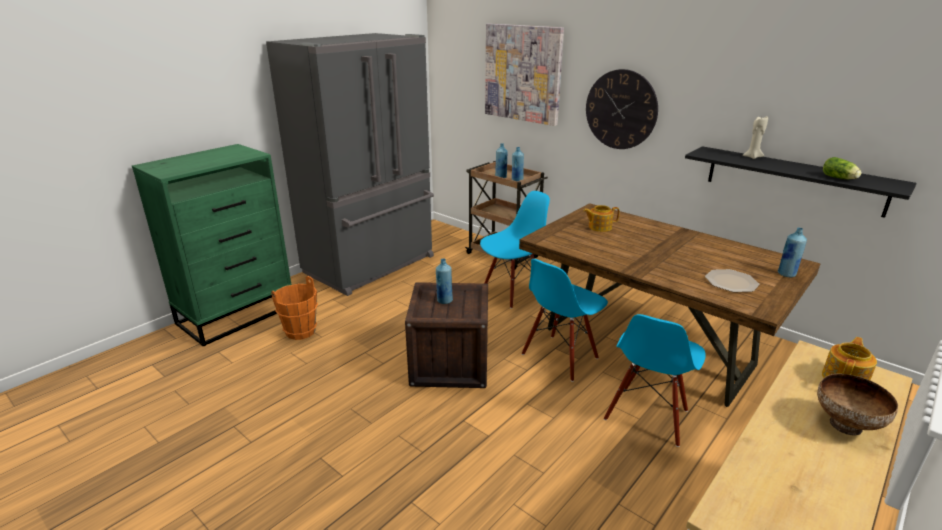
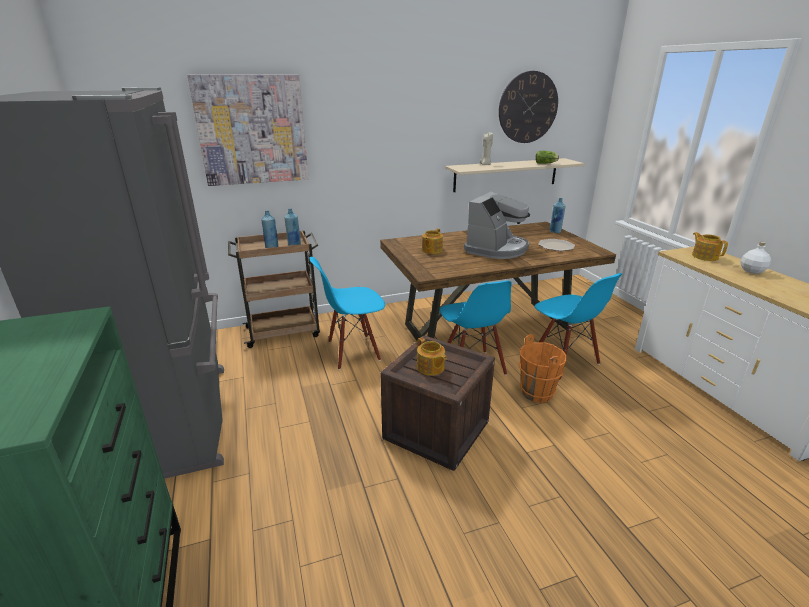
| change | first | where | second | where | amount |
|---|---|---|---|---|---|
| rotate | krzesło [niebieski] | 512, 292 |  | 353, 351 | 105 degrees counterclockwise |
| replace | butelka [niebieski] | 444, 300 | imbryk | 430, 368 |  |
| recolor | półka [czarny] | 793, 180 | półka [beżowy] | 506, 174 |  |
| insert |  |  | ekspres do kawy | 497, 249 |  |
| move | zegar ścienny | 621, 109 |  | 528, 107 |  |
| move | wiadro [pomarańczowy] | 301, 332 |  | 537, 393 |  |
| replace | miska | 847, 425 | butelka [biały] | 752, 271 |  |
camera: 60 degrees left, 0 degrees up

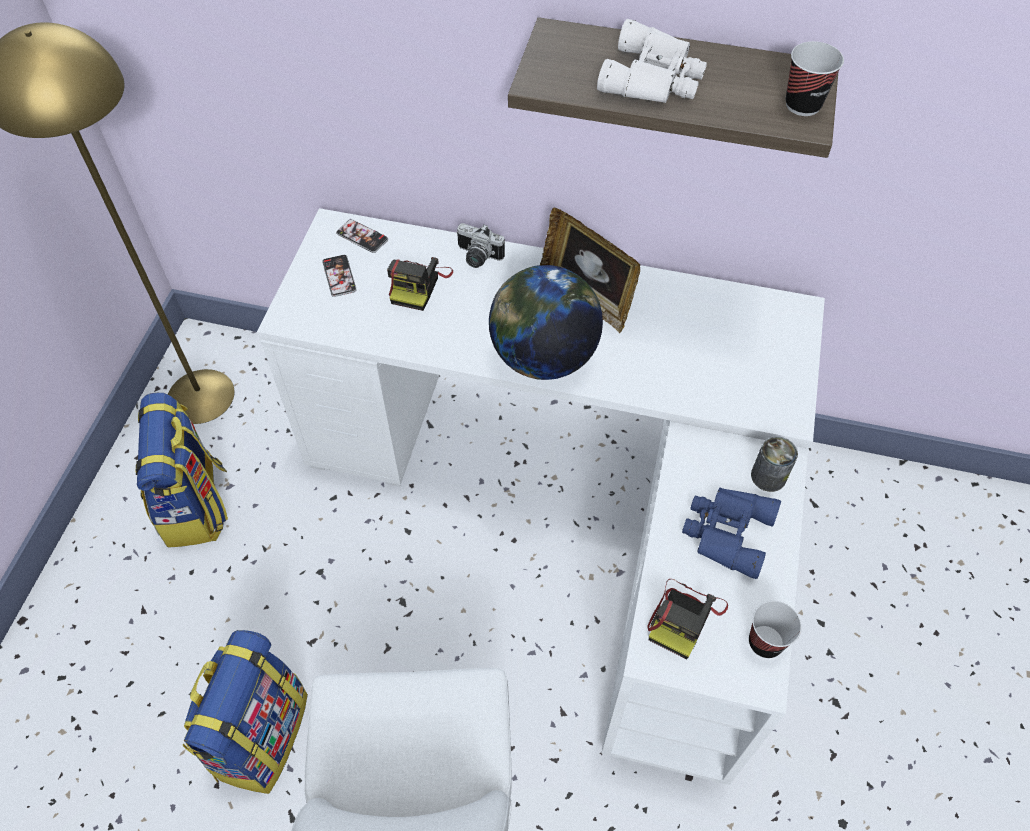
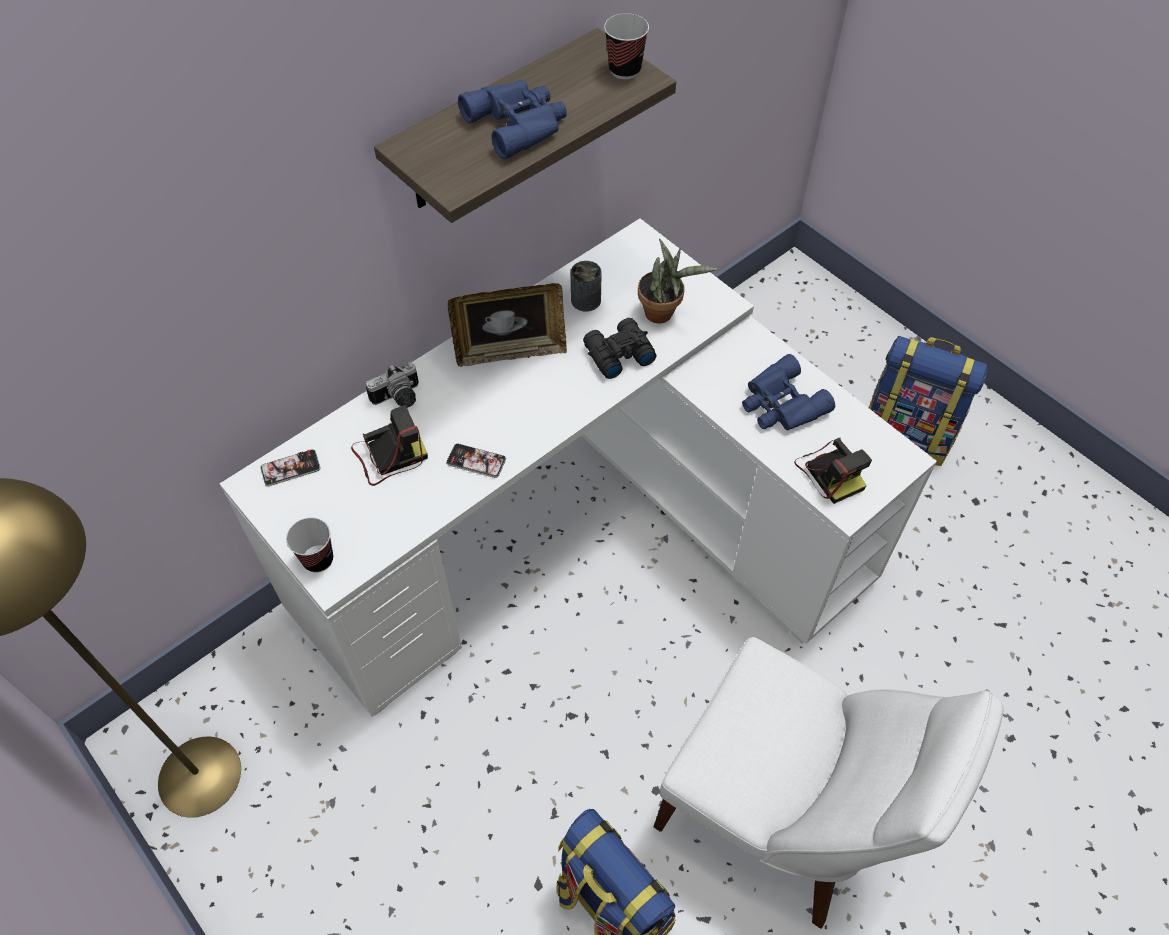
| change | first | where | second | where | amount |
|---|---|---|---|---|---|
| move | filiżanka | 765, 642 |  | 318, 559 |  |
| rotate | aparat fotograficzny | 419, 285 |  | 389, 456 | 75 degrees counterclockwise |
| move | telefon | 339, 276 |  | 476, 461 |  |
| recolor | lornetka [biały] | 654, 78 | lornetka [niebieski] | 519, 123 |  |
| move | puszka | 768, 476 |  | 586, 300 |  |
| insert |  |  | lornetka [czarny] | 617, 354 |  |
| insert |  |  | roślina doniczkowa | 663, 313 |  |
| move | plecak | 196, 505 |  | 907, 434 |  |
| delete | globus | 543, 357 |  |  |  |
camera: 55 degrees left, 0 degrees up

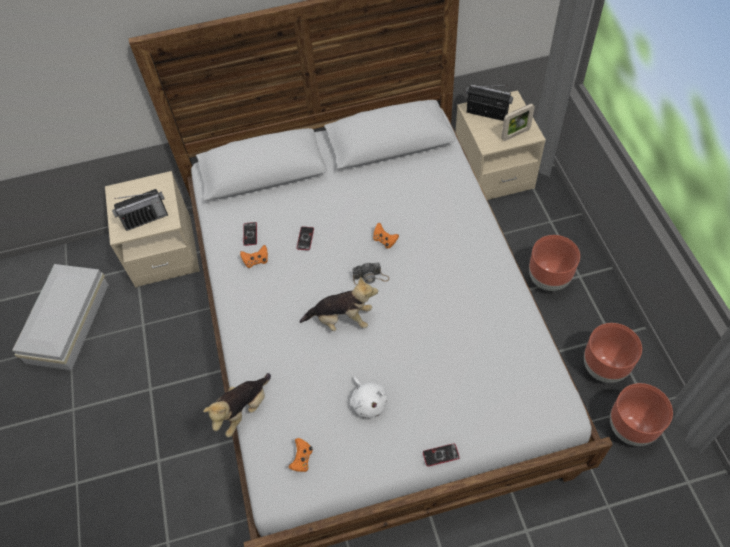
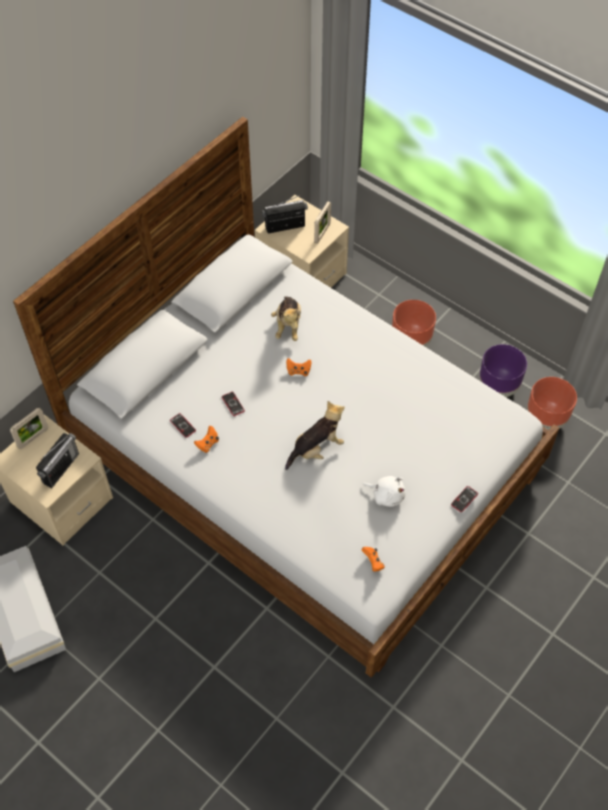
| change | first | where | second | where | amount |
|---|---|---|---|---|---|
| insert |  |  | ramka na zdjęcie | 33, 438 |  |
| move | pluszak | 243, 410 |  | 288, 325 |  |
| recolor | donica [brązowy] | 604, 367 | donica [fioletowy] | 498, 387 |  |
| delete | aparat fotograficzny | 370, 277 |  |  |  |
camera: 40 degrees left, 0 degrees up

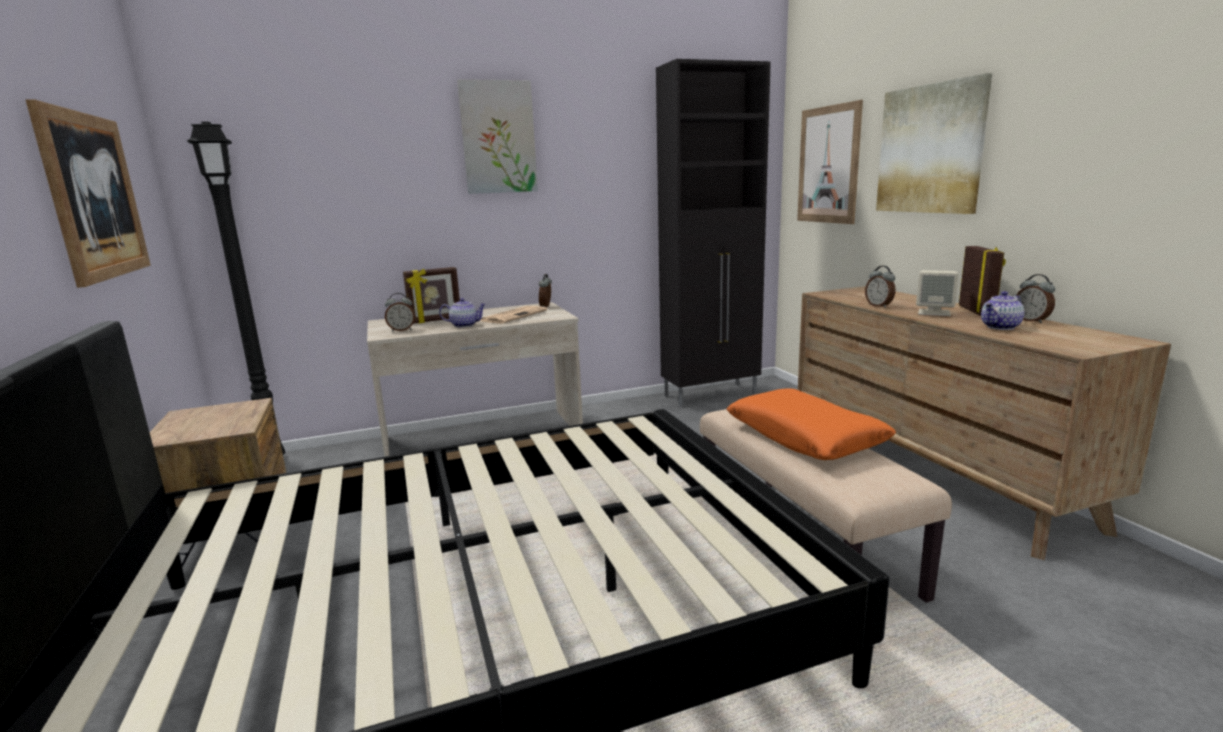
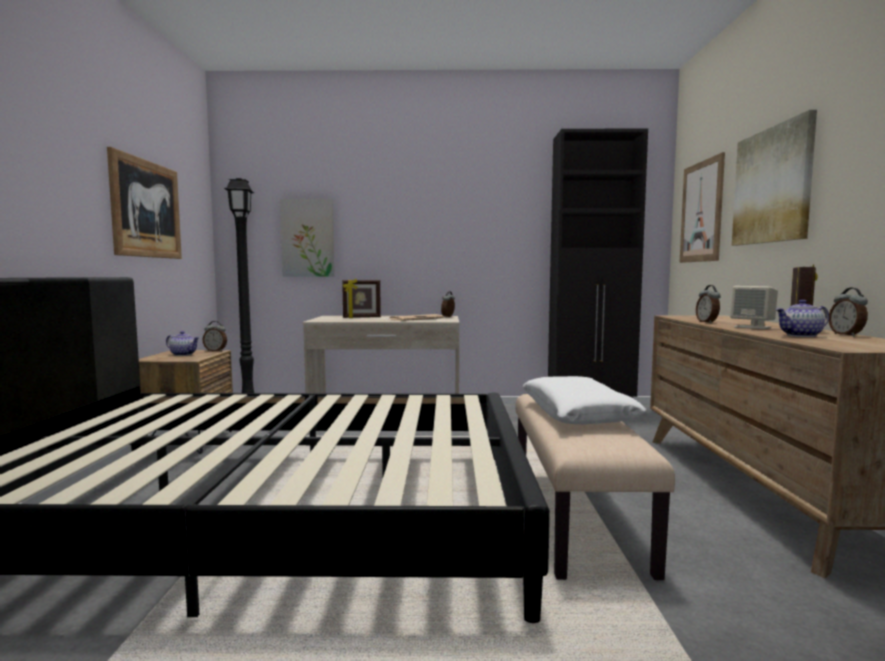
| change | first | where | second | where | amount |
|---|---|---|---|---|---|
| move | imbryk | 465, 325 |  | 184, 354 |  |
| move | budzik | 402, 330 |  | 215, 351 |  |
| move | obraz | 498, 138 |  | 308, 238 |  |
| recolor | poduszka [pomarańczowy] | 805, 437 | poduszka [biały] | 577, 413 |  |
camera: 20 degrees right, 10 degrees down

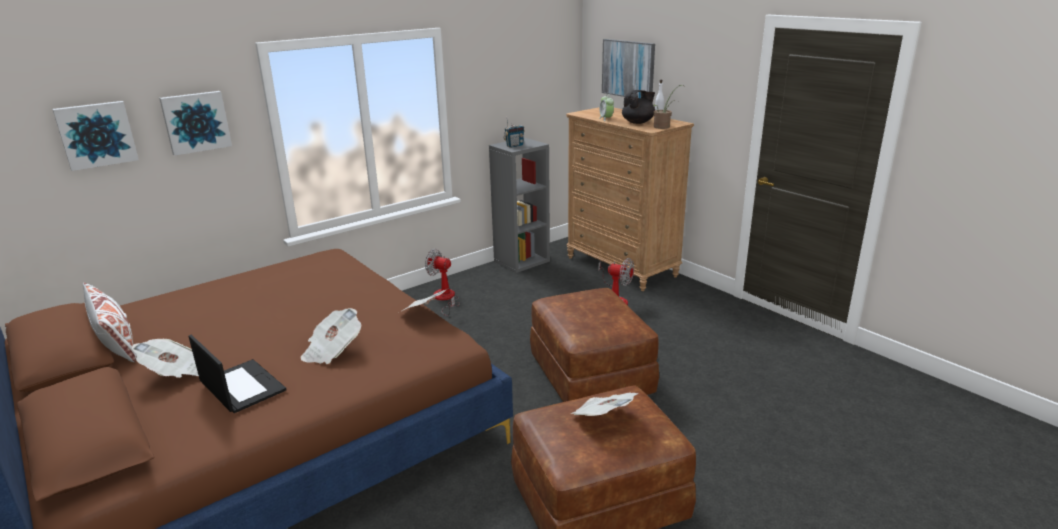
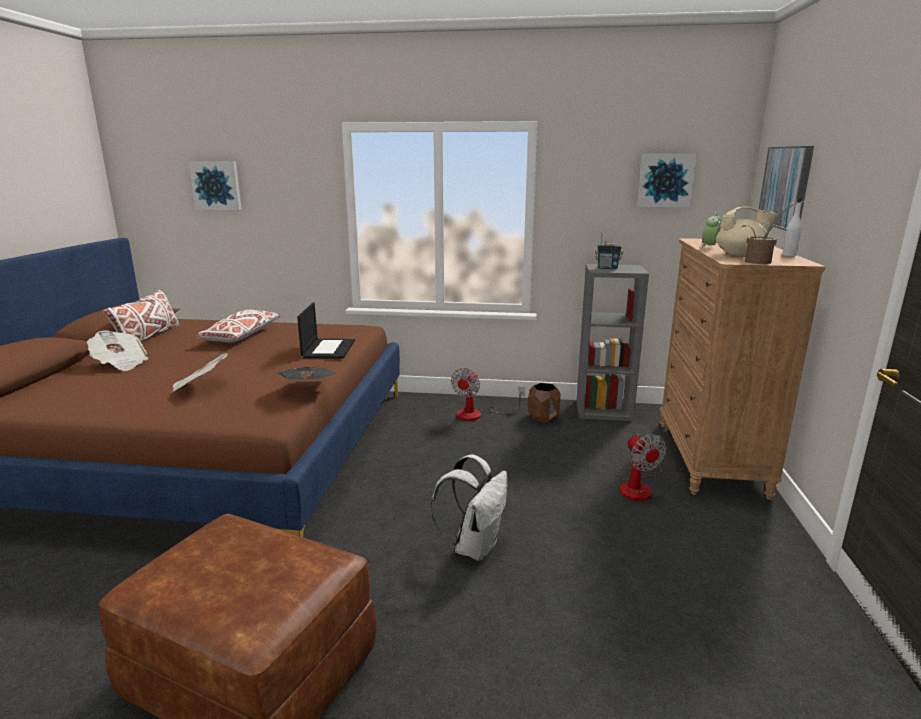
| change | first | where | second | where | amount |
|---|---|---|---|---|---|
| insert |  |  | poduszka [biały] | 241, 336 |  |
| move | laptop | 241, 386 |  | 328, 349 |  |
| replace | pufa [brązowy] | 589, 375 | plecak [biały] | 474, 546 |  |
| rotate | wentylator | 445, 299 |  | 478, 414 | 135 degrees counterclockwise |
| insert |  |  | donica [brązowy] | 543, 418 |  |
| move | obraz | 196, 122 |  | 665, 180 |  |
| recolor | imbryk [czarny] | 638, 122 | imbryk [beżowy] | 740, 254 |  |
| delete | gazeta | 603, 418 |  |  |  |
camera: 45 degrees right, 5 degrees down

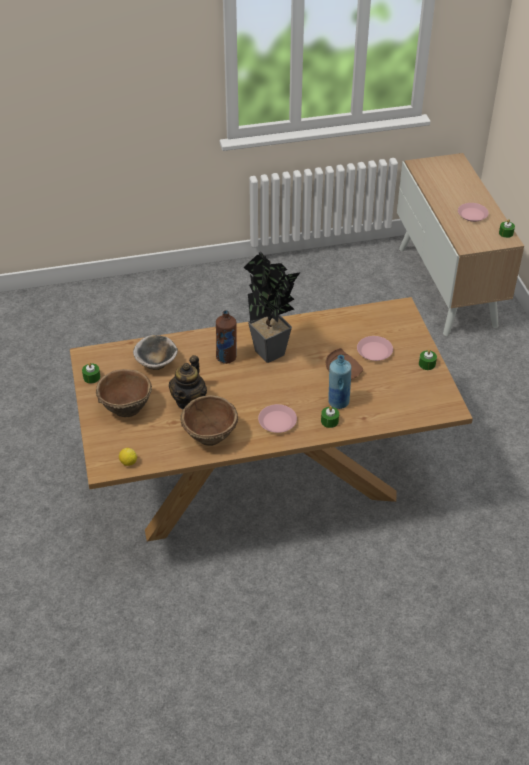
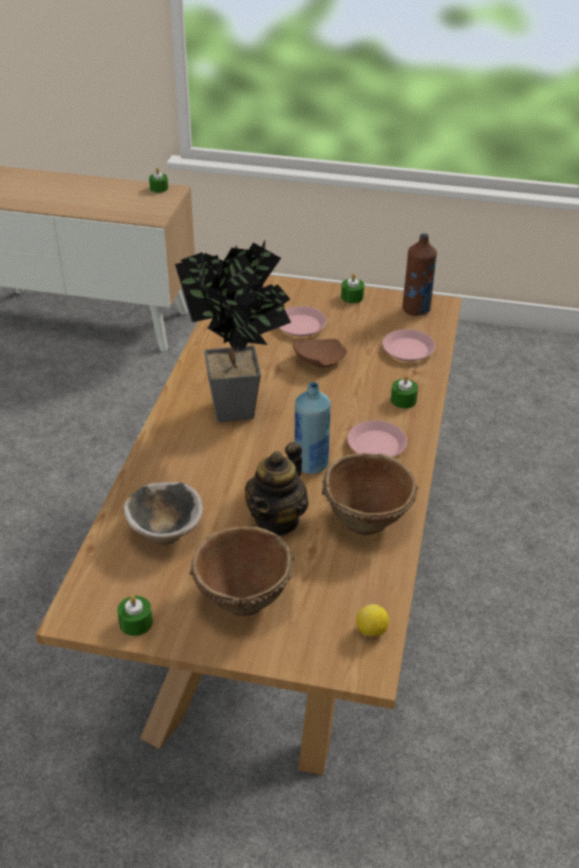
| change | first | where | second | where | amount |
|---|---|---|---|---|---|
| rotate | imbryk | 189, 401 |  | 277, 520 | 75 degrees clockwise |
| move | butelka [niebieski] | 338, 402 |  | 311, 465 |  |
| move | talerz [różowy] | 472, 215 |  | 408, 349 |  |
| move | butelka [brązowy] | 226, 357 |  | 416, 309 |  |
camera: 65 degrees left, 5 degrees down

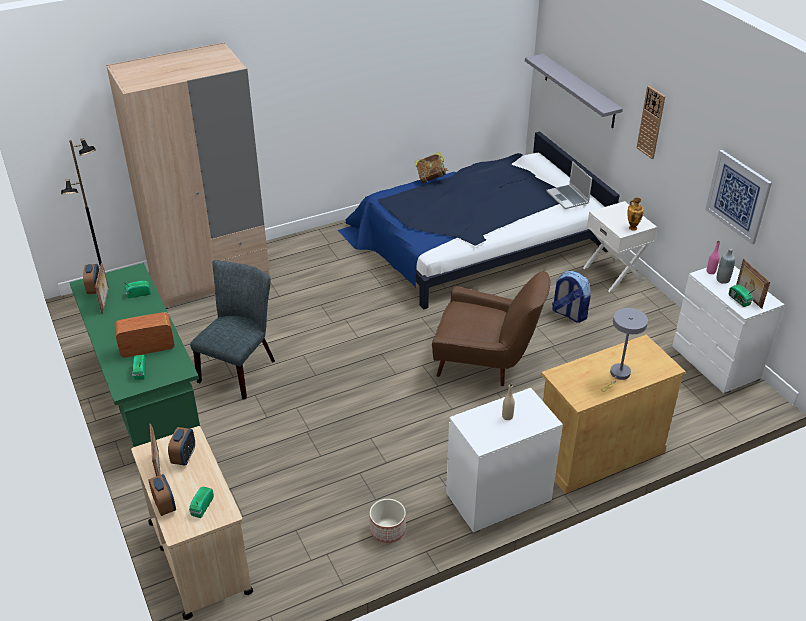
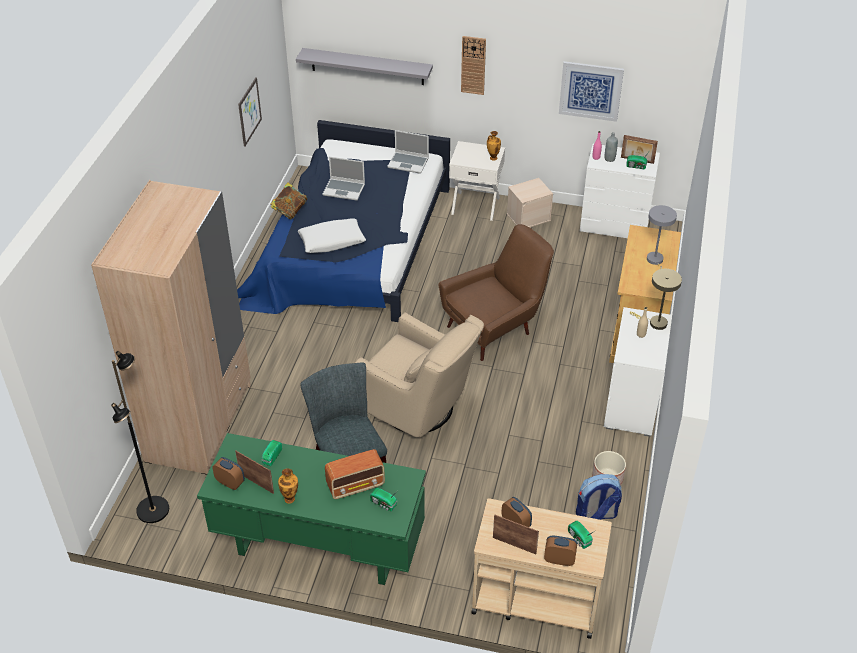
| change | first | where | second | where | amount |
|---|---|---|---|---|---|
| insert |  |  | obraz | 249, 111 |  |
| insert |  |  | wazon | 290, 498 |  |
| insert |  |  | poduszka [biały] | 332, 241 |  |
| insert |  |  | laptop | 344, 190 |  |
| rotate | radio | 147, 348 |  | 356, 485 | 135 degrees counterclockwise |
| insert |  |  | fotel [beżowy] | 420, 408 |  |
| insert |  |  | pojemnik do przechowywania [beżowy] | 528, 216 |  |
| move | plecak | 568, 314 |  | 596, 514 |  |
| insert |  |  | lampa stołowa [beżowy] | 655, 322 |  |
camera: 50 degrees left, 5 degrees up

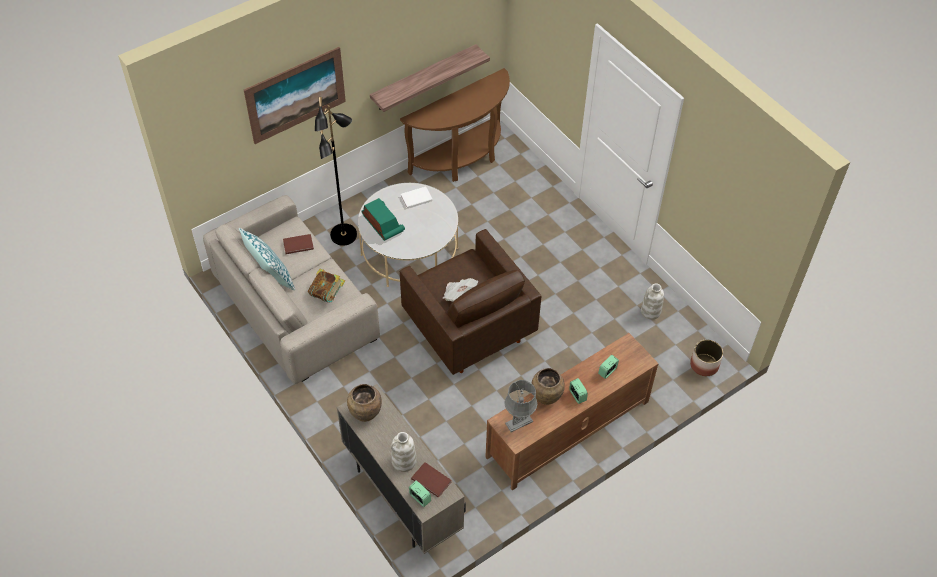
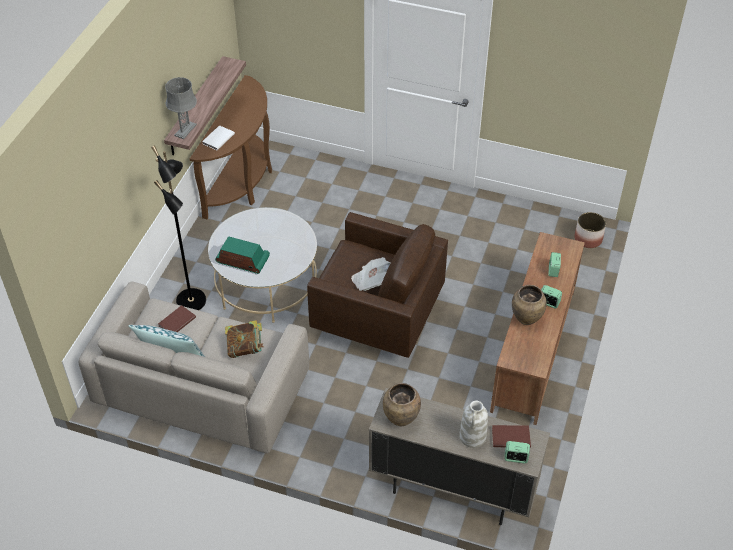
| change | first | where | second | where | amount |
|---|---|---|---|---|---|
| move | lampa stołowa [szary] | 519, 422 |  | 185, 130 |  |
| move | książka [biały] | 415, 198 |  | 217, 139 |  |
| delete | obraz | 296, 95 |  |  |  |
| delete | wazon [biały] | 650, 312 |  |  |  |
camera: 35 degrees left, 5 degrees down

